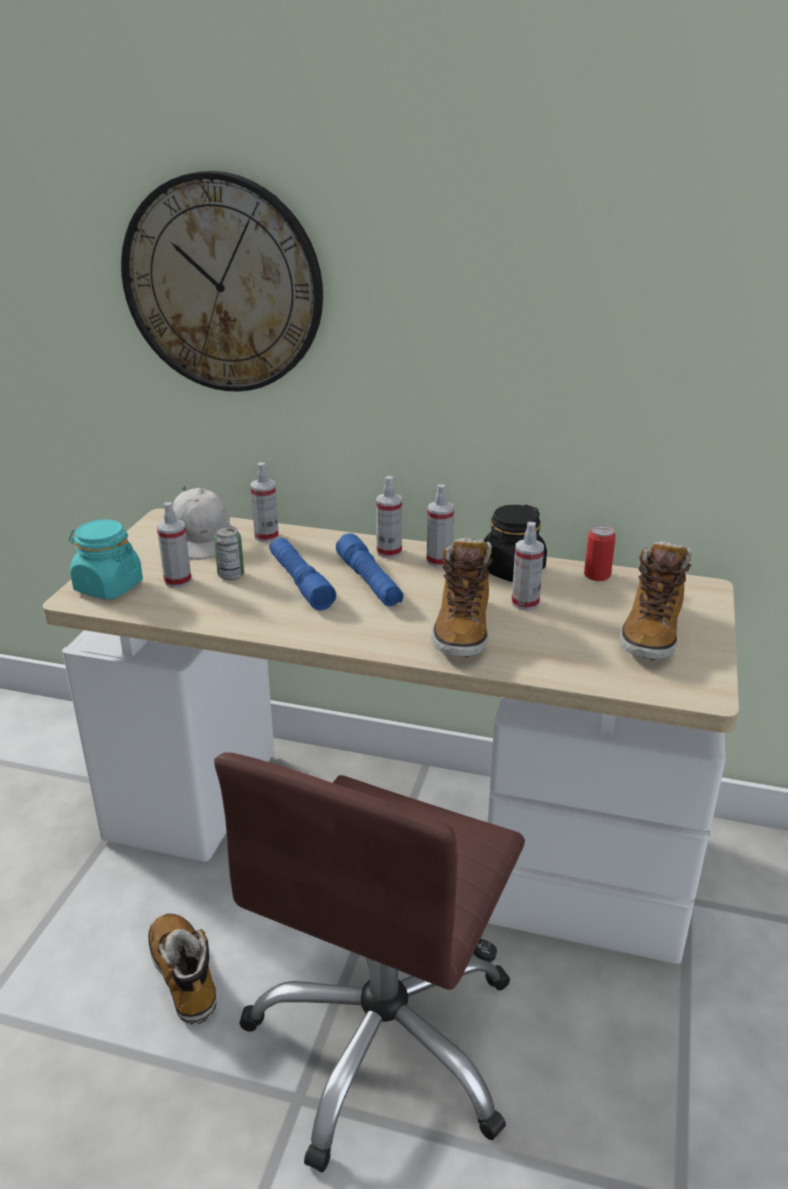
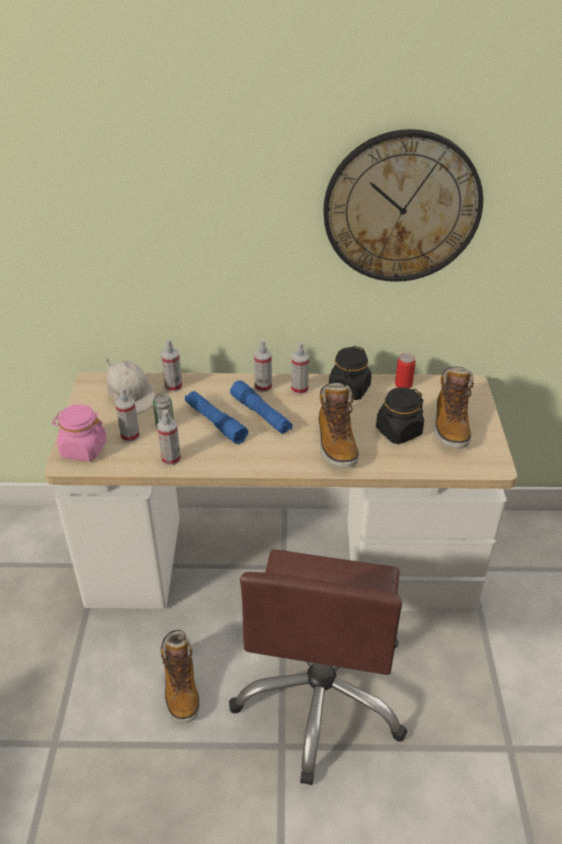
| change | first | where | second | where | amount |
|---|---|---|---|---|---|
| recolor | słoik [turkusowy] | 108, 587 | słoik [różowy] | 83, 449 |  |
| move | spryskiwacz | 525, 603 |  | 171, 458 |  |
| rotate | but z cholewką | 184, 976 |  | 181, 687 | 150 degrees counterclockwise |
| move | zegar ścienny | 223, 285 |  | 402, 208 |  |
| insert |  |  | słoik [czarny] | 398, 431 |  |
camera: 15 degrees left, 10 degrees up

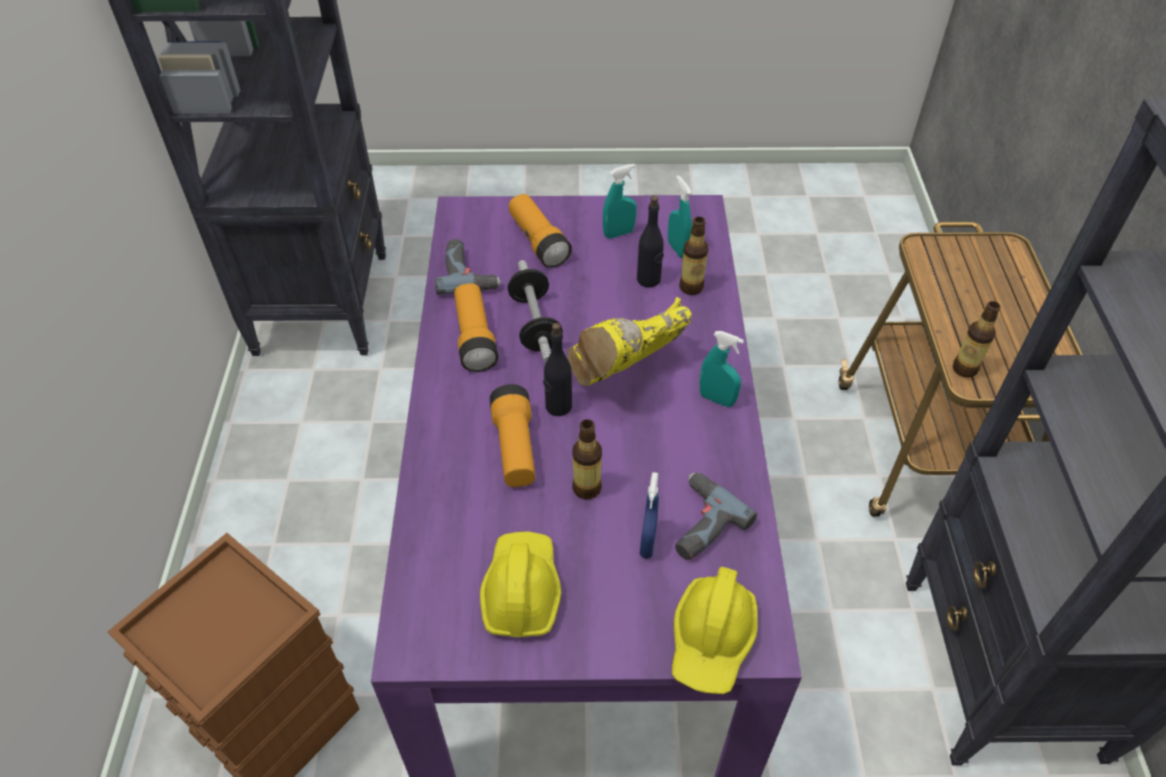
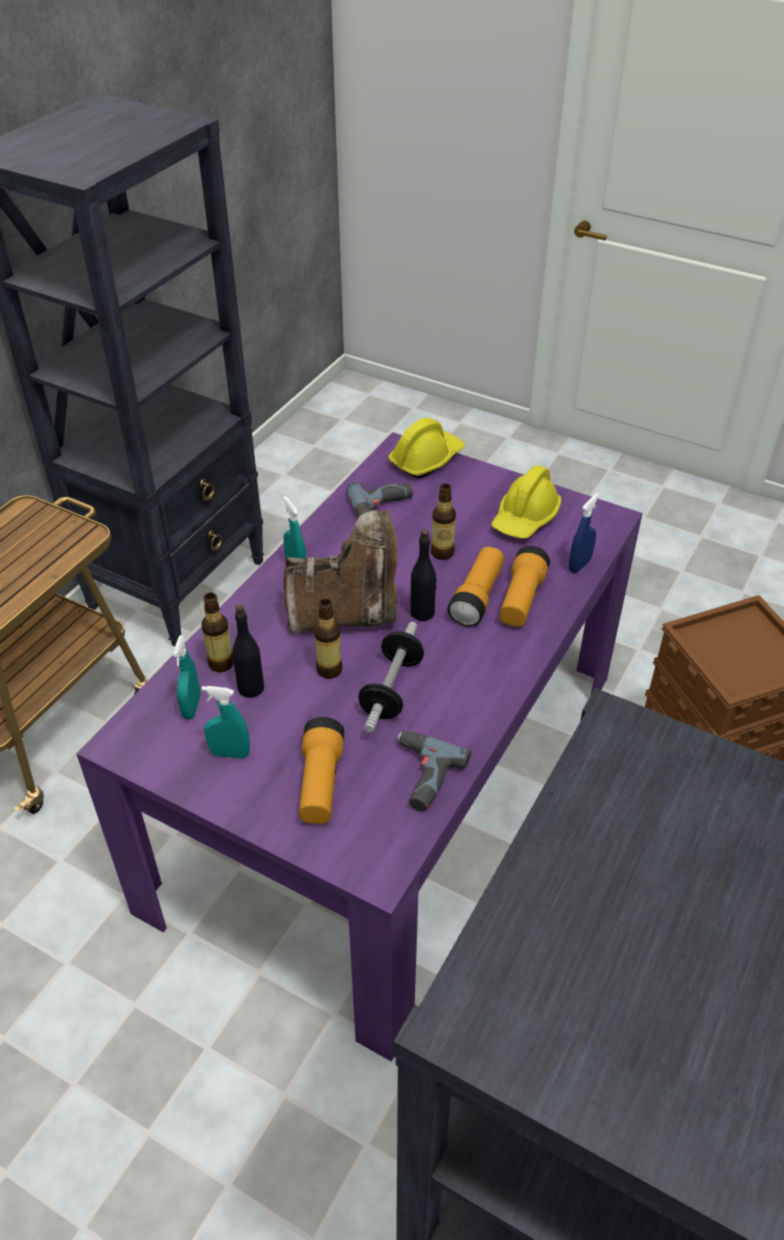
| change | first | where | second | where | amount |
|---|---|---|---|---|---|
| recolor | but z cholewką [żółty] | 626, 374 | but z cholewką [brązowy] | 347, 614 |  |
| move | butelka | 965, 369 |  | 329, 669 |  |
| move | latarka | 475, 338 |  | 521, 599 |  |
| move | spryskiwacz [niebieski] | 647, 542 |  | 579, 565 |  |
camera: 150 degrees left, 5 degrees down

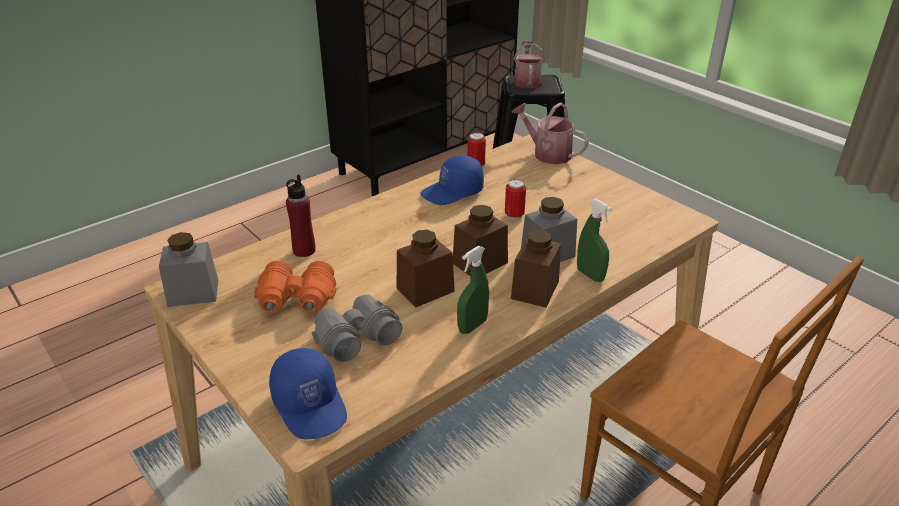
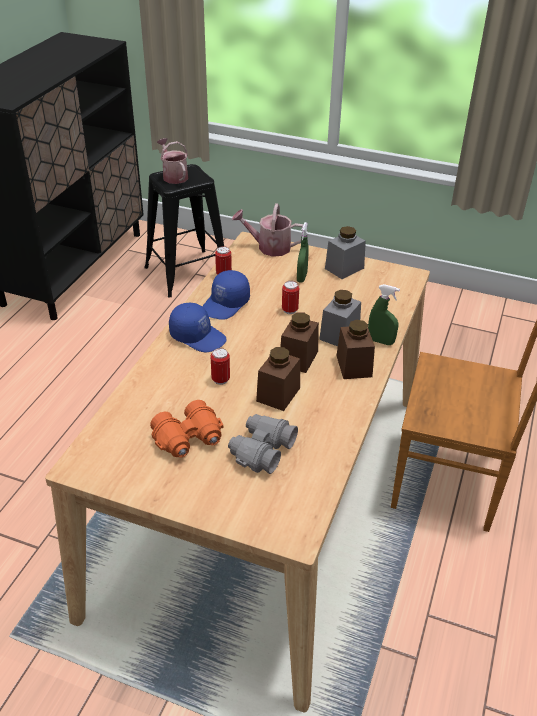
| change | first | where | second | where | amount |
|---|---|---|---|---|---|
| move | czapka z daszkiem [niebieski] | 311, 405 |  | 198, 336 |  |
| insert |  |  | puszka | 220, 379 |  |
| move | spryskiwacz [zielony] | 472, 326 |  | 302, 277 |  |
| move | słoik [szary] | 193, 293 |  | 344, 268 |  |
| delete | butelka [czerwony] | 304, 250 |  |  |  |
camera: 30 degrees left, 5 degrees up

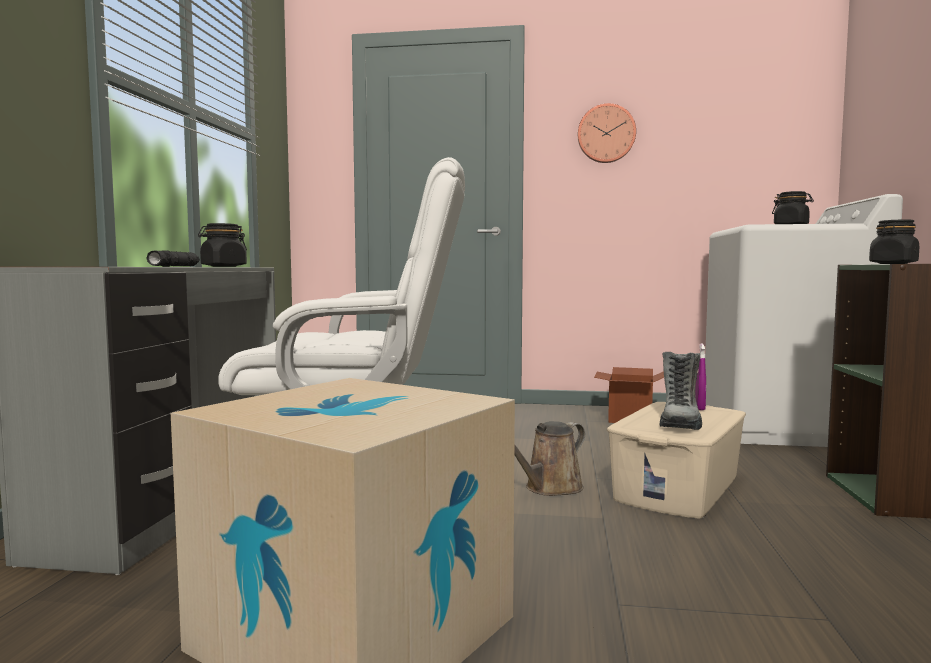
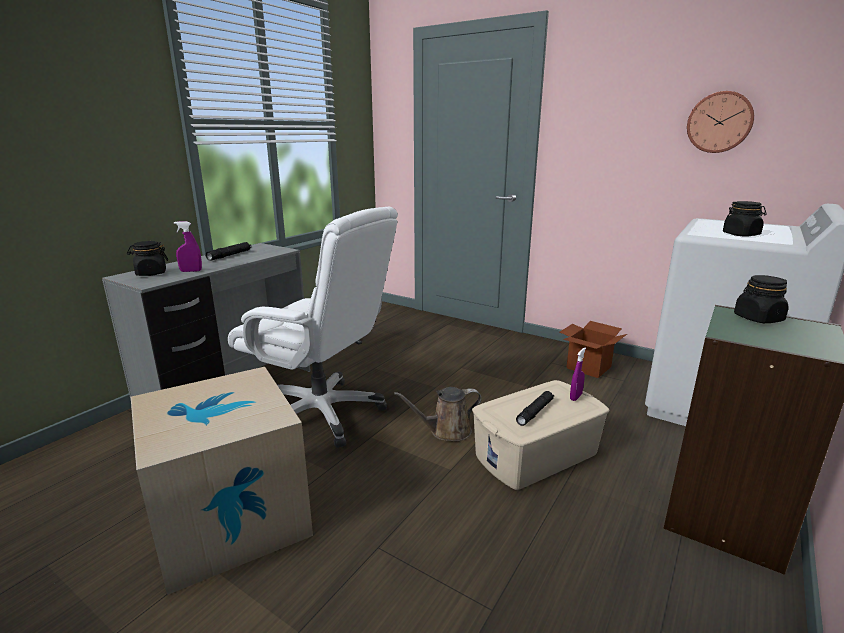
| change | first | where | second | where | amount |
|---|---|---|---|---|---|
| move | słoik [czarny] | 223, 266 |  | 151, 273 |  |
| insert |  |  | spryskiwacz [fioletowy] | 191, 271 |  |
| replace | but z cholewką | 680, 422 | latarka [czarny] | 535, 412 |  |
| move | zegar ścienny | 606, 134 |  | 719, 122 |  |
camera: 25 degrees right, 15 degrees up

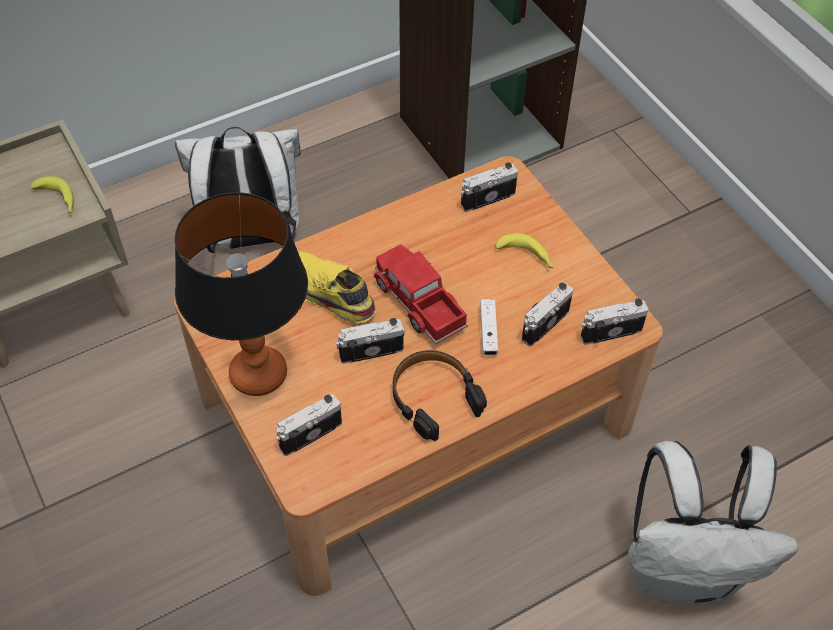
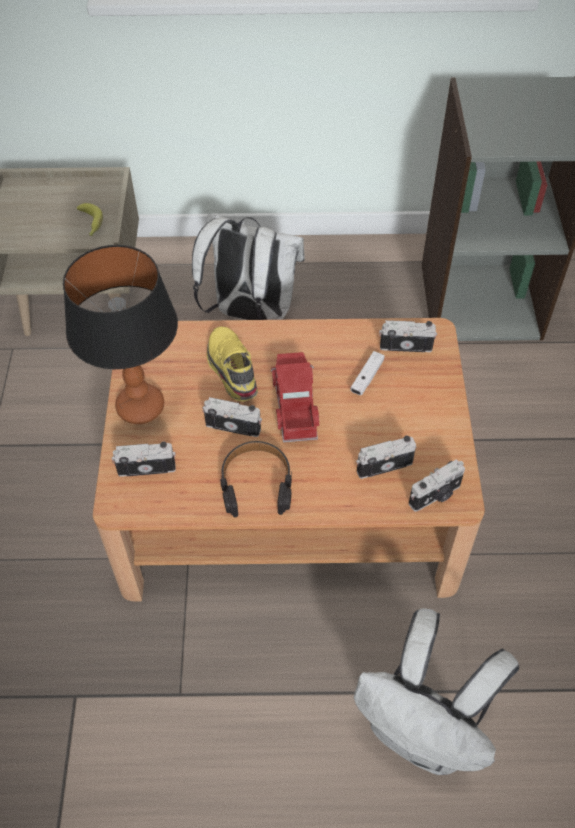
| change | first | where | second | where | amount |
|---|---|---|---|---|---|
| move | pad do gier [biały] | 488, 332 |  | 367, 377 |  |
| rotate | aparat fotograficzny | 610, 331 |  | 436, 496 | 135 degrees clockwise |
| delete | banan | 527, 256 |  |  |  |
camera: 30 degrees right, 0 degrees up

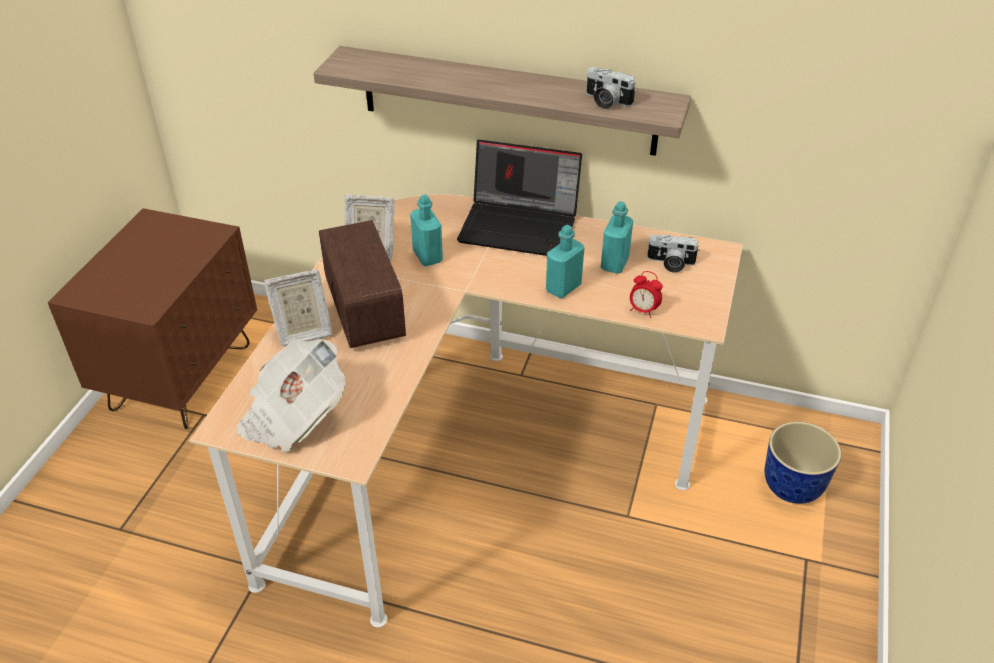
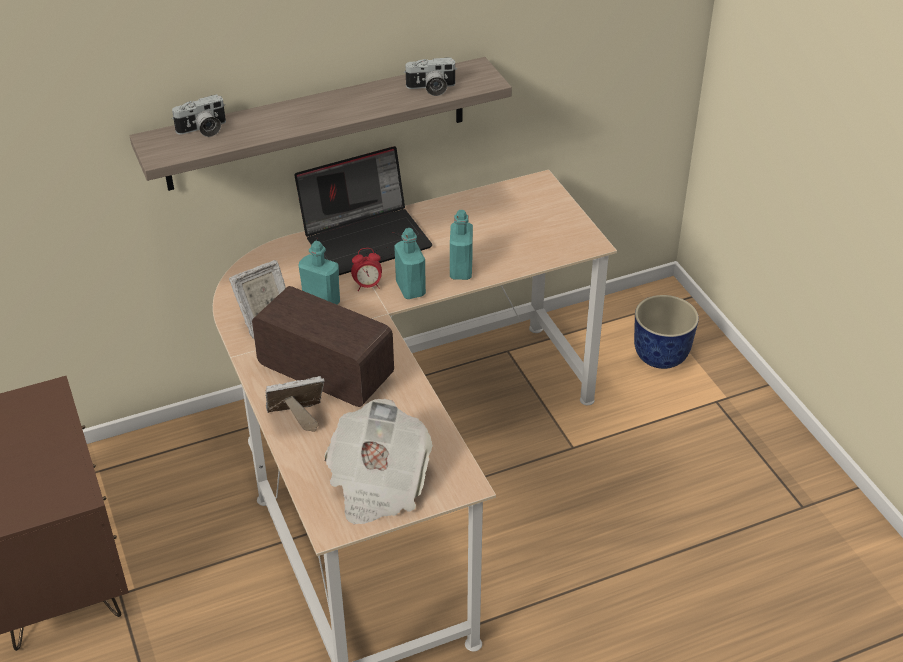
| change | first | where | second | where | amount |
|---|---|---|---|---|---|
| move | aparat fotograficzny | 670, 263 |  | 203, 130 |  |
| rotate | ramka na zdjęcie | 302, 332 |  | 297, 419 | 135 degrees counterclockwise |
| move | budzik | 643, 310 |  | 367, 286 |  |
| move | butelka [turkusowy] | 614, 263 |  | 410, 289 |  |
camera: 40 degrees left, 0 degrees up

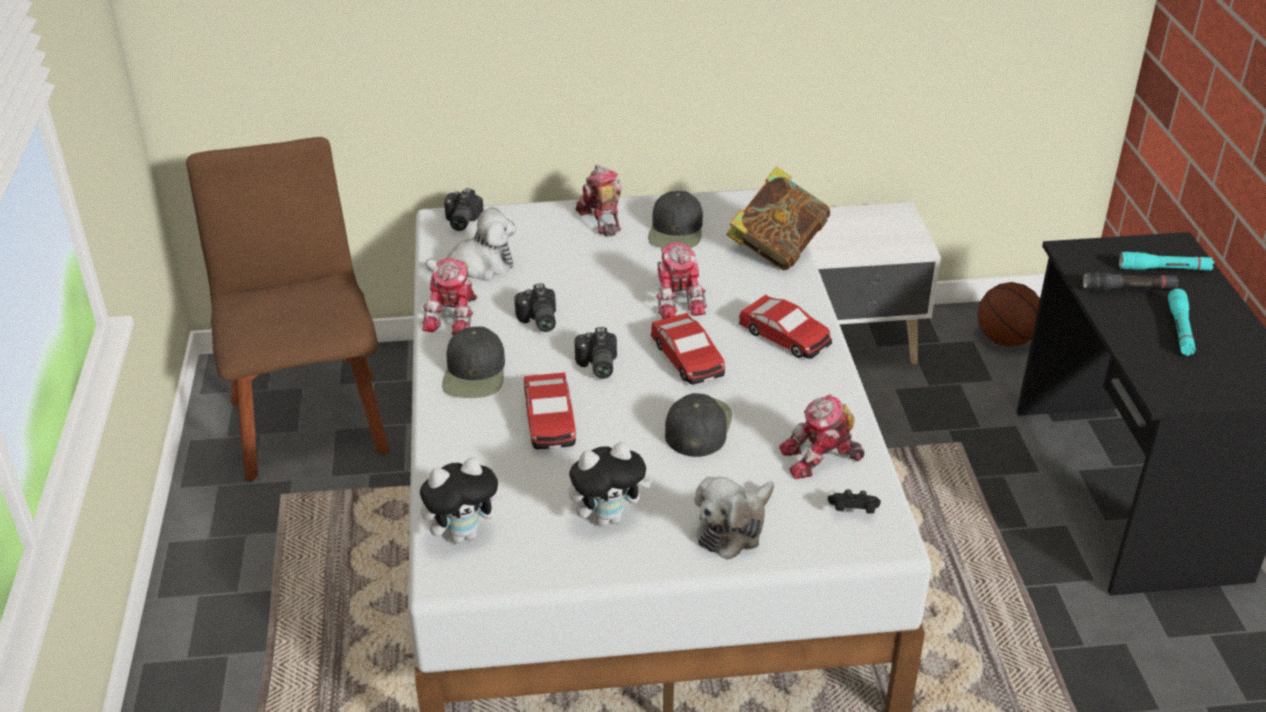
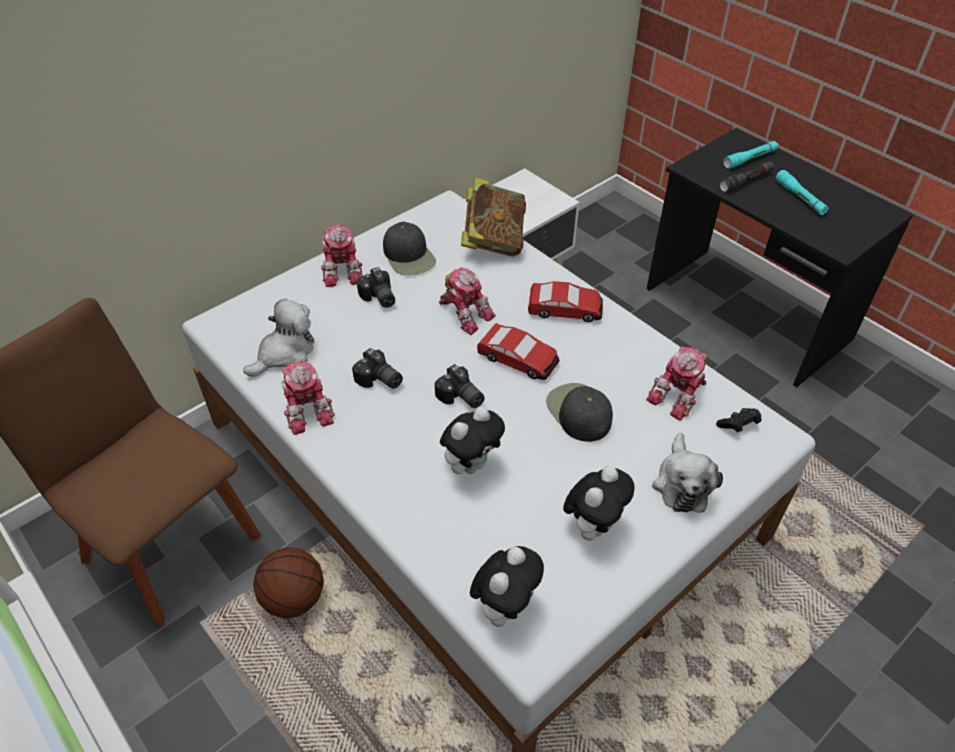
| change | first | where | second | where | amount |
|---|---|---|---|---|---|
| move | piłka do koszykówki | 1006, 340 |  | 295, 598 |  |
| rotate | robot zabawkowy | 601, 219 |  | 344, 269 | 135 degrees counterclockwise |
| move | aparat fotograficzny | 460, 221 |  | 378, 298 |  |
| replace | samochodzik | 550, 420 | pluszak | 472, 464 |  |
| delete | czapka z daszkiem [czarny] | 475, 373 |  |  |  |
camera: 35 degrees left, 10 degrees up

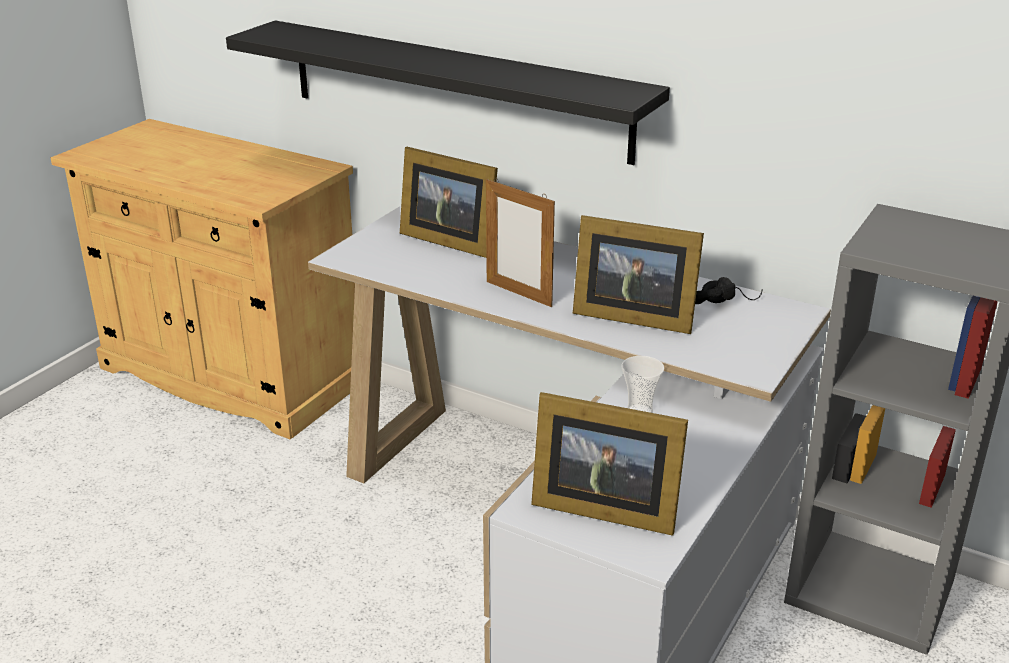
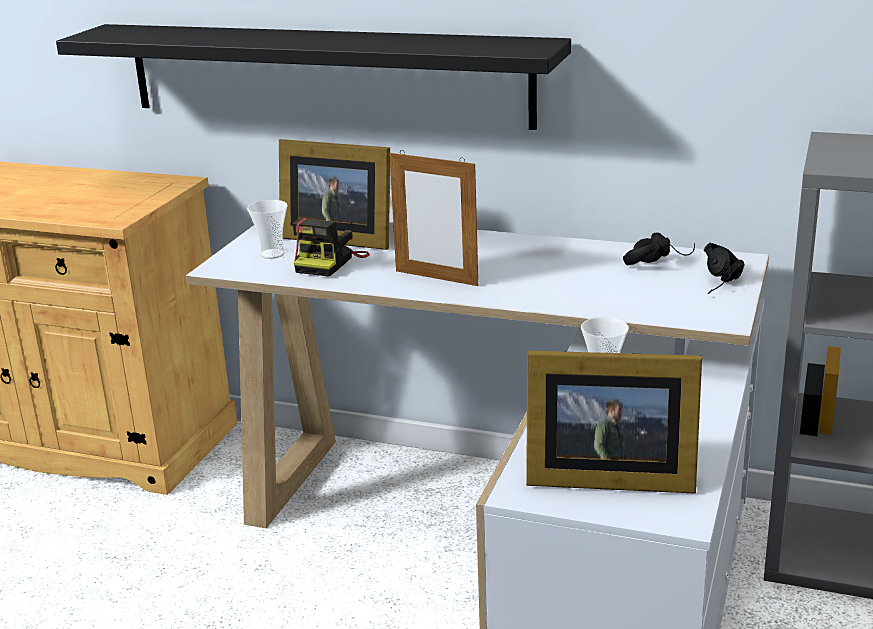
| change | first | where | second | where | amount |
|---|---|---|---|---|---|
| insert |  |  | filiżanka | 272, 254 |  |
| insert |  |  | aparat fotograficzny | 329, 262 |  |
| insert |  |  | słuchawki [czarny] | 725, 284 |  |
| delete | ramka na zdjęcie | 631, 315 |  |  |  |
camera: 10 degrees left, 5 degrees down

